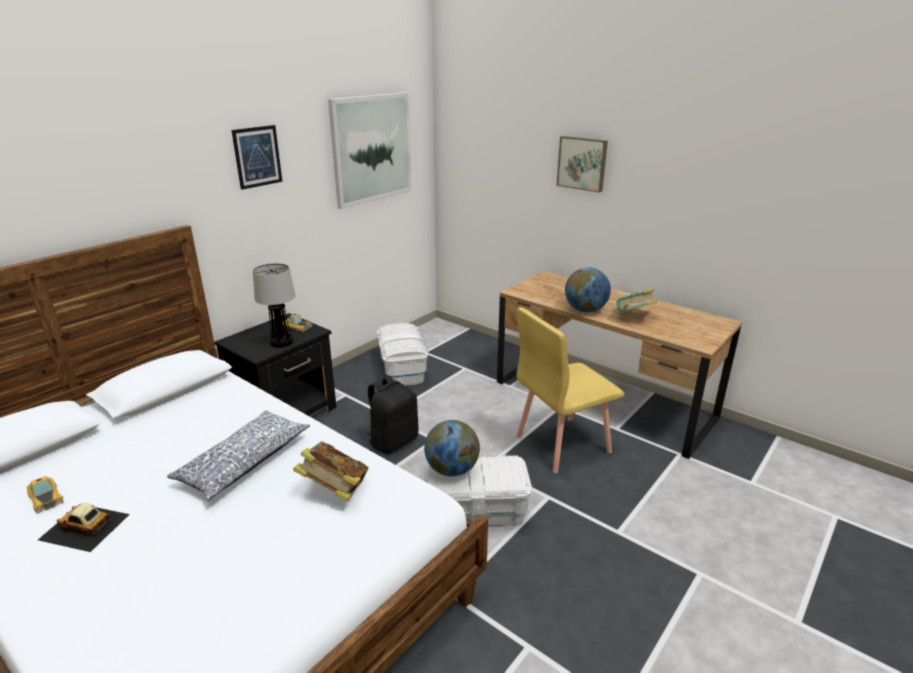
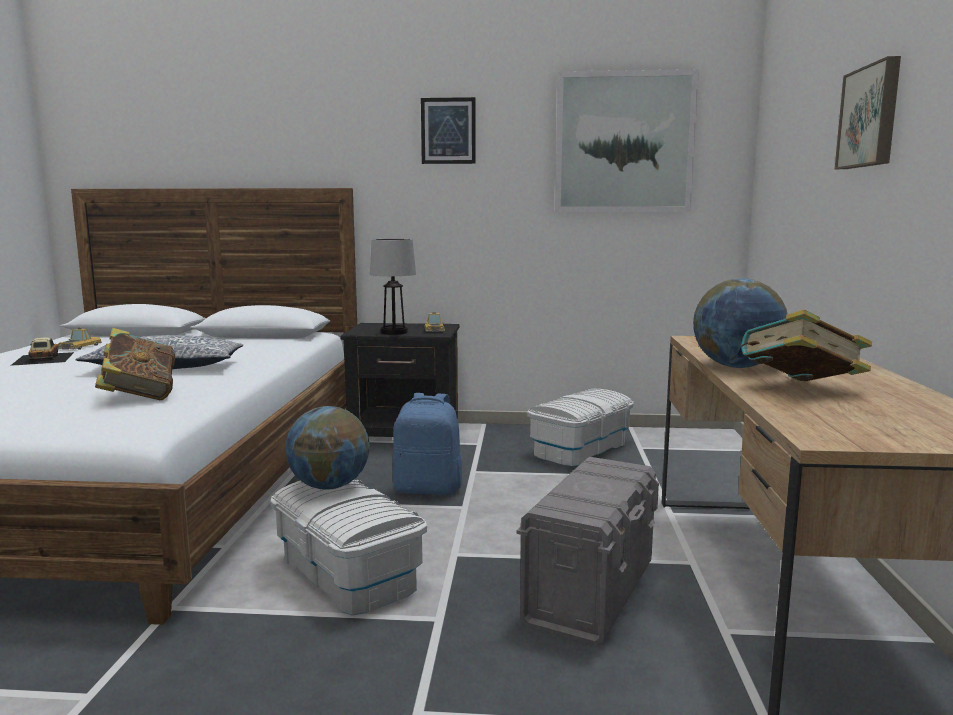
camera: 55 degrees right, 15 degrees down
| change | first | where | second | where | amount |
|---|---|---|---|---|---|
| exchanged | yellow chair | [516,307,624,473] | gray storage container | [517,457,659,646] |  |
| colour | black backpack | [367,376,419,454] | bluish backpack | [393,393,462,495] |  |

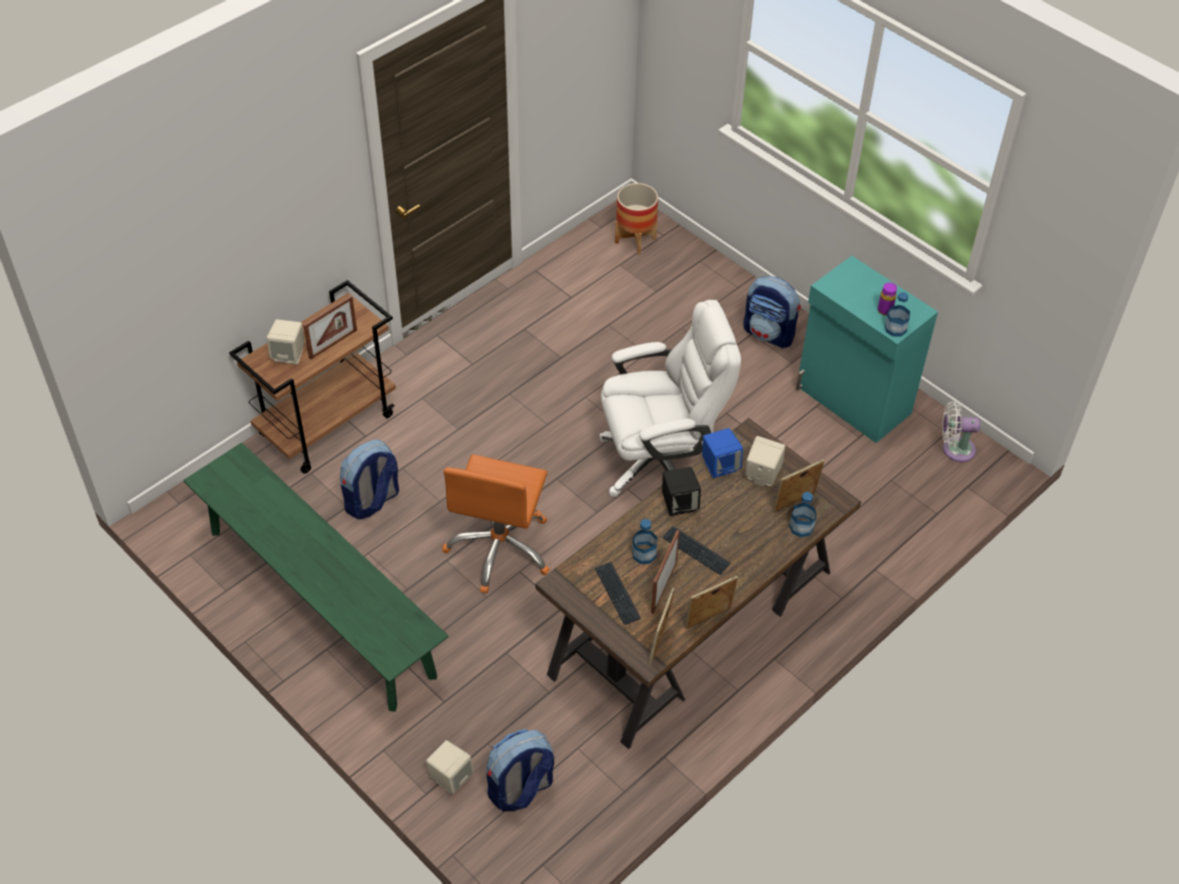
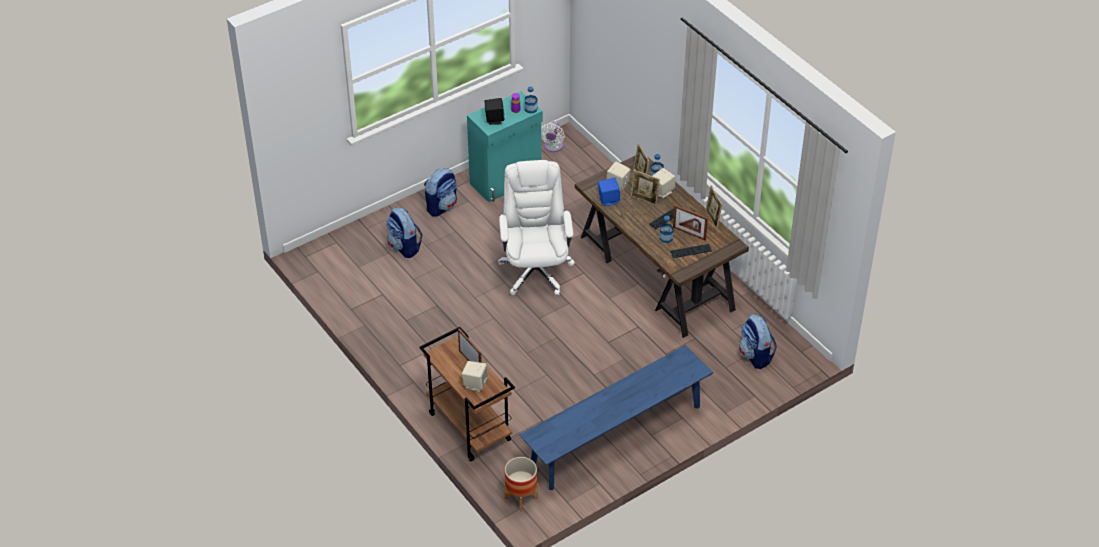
camera: 80 degrees left, 5 degrees down
| change | first | where | second | where | amount |
|---|---|---|---|---|---|
| relocated | flower pot | [615,183,658,255] |  | [504,457,538,512] |  |
| relocated | backpack | [340,439,399,519] |  | [387,207,422,258] |  |
| colour | green-coloured indoor bench | [183,443,449,712] | bluish indoor bench | [519,345,713,490] |  |
| missing | orange office chair | [442,454,550,593] |  |  |  |
| relocated | black audio speaker | [662,467,701,516] |  | [485,98,505,125] |  |
| relocated | picture frame | [648,588,675,664] |  | [631,170,660,205] |  |
| relocated | beige audio speaker | [426,740,474,794] |  | [653,168,675,198] |  |

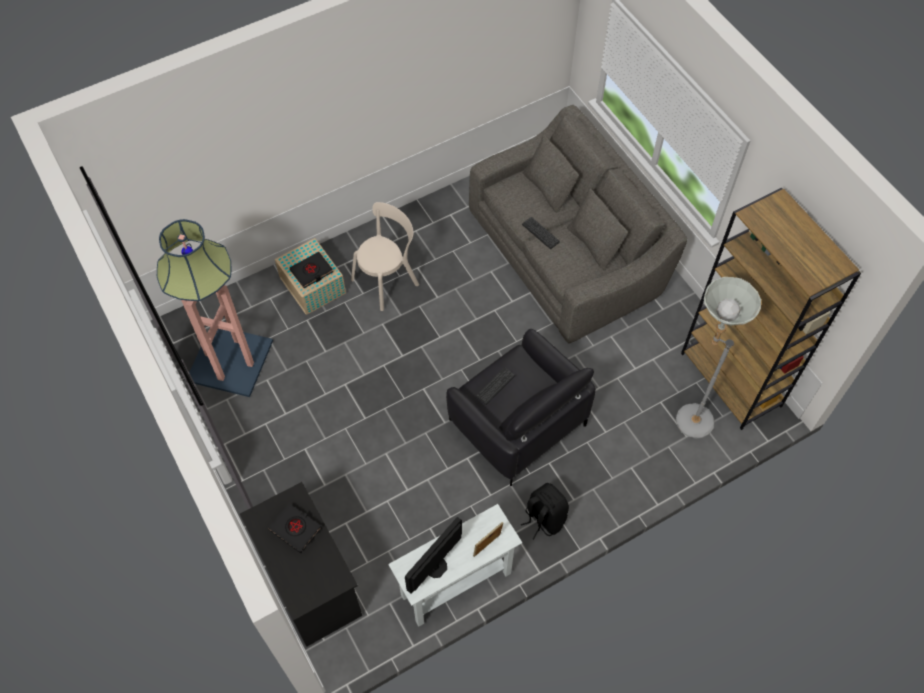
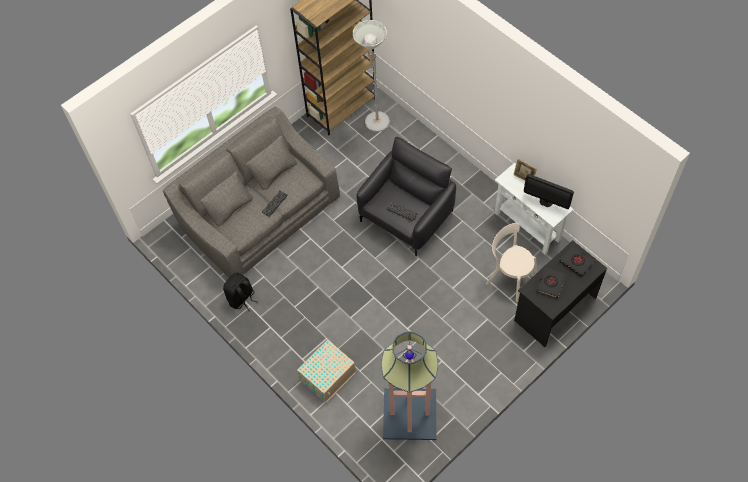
camera: 100 degrees left, 0 degrees up
| change | first | where | second | where | amount |
|---|---|---|---|---|---|
| relocated | beige chair | [351,202,419,311] |  | [486,223,537,302] |  |
| relocated | black book | [290,252,333,288] |  | [560,246,594,277] |  |
| relocated | black backpack | [521,483,569,539] |  | [223,273,258,311] |  |

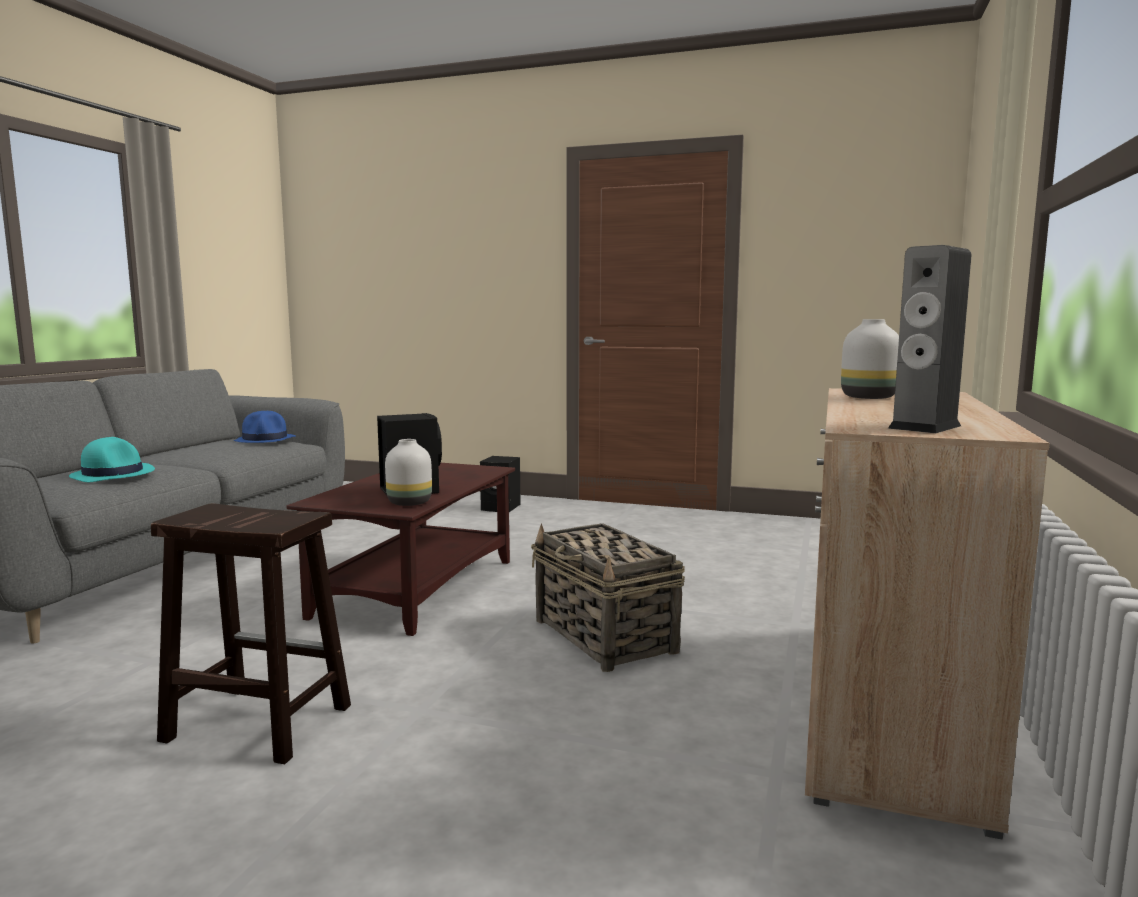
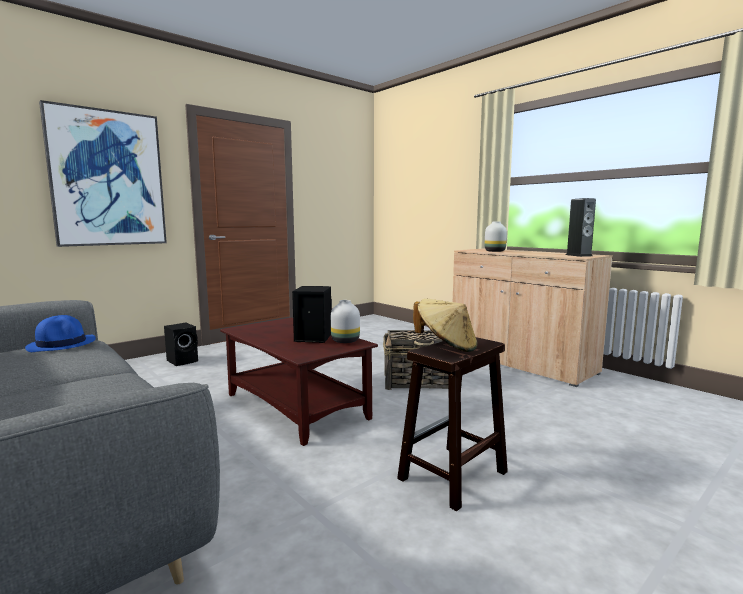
camera: 60 degrees left, 0 degrees up
| change | first | where | second | where | amount |
|---|---|---|---|---|---|
| missing | blue-green clothing hat | [69,437,155,482] |  |  |  |
| appeared |  |  | picture | [39,100,167,247] |  |
| appeared |  |  | beige clothing hat | [413,299,477,352] |  |

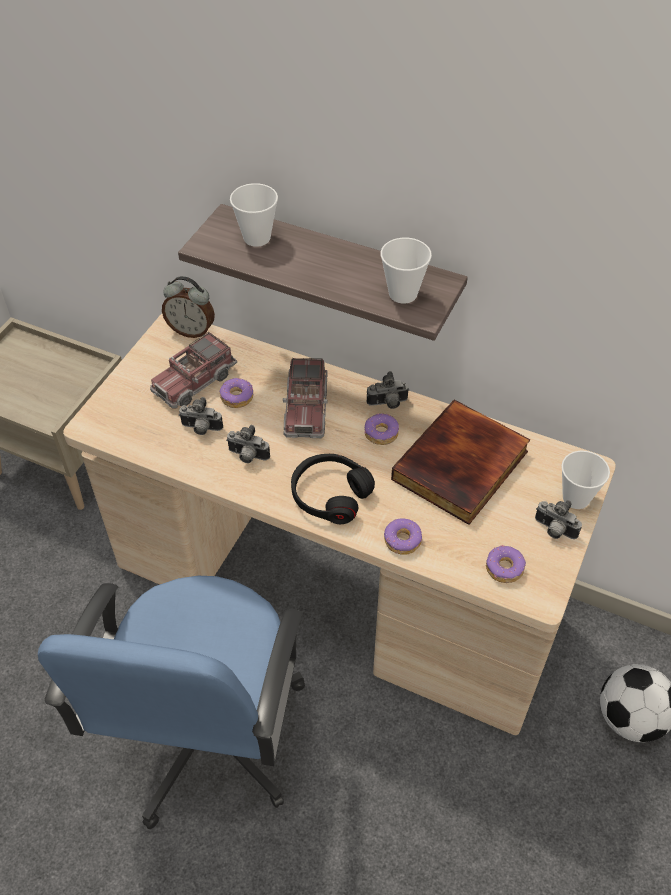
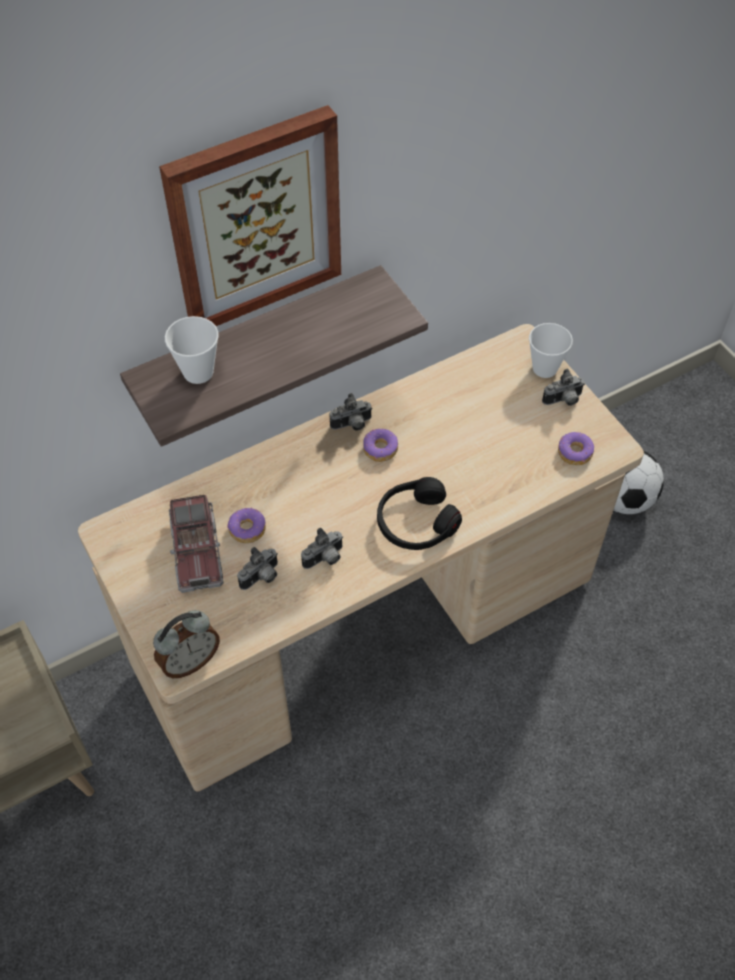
camera: 55 degrees left, 5 degrees up
| change | first | where | second | where | amount |
|---|---|---|---|---|---|
| missing | drinking cup | [380,238,432,304] |  |  |  |
| relocated | table clock | [162,276,215,338] |  | [153,610,220,678] |  |
| missing | toy truck | [283,358,328,438] |  |  |  |
| spun | still camera | [367,371,409,409] |  | [330,393,372,431] | 45 degrees clockwise |
| missing | book | [391,399,530,525] |  |  |  |
| missing | doughnut | [384,518,422,555] |  |  |  |
| missing | bluish office chair | [38,576,305,829] |  |  |  |
| appeared |  |  | picture | [159,105,341,326] |  |

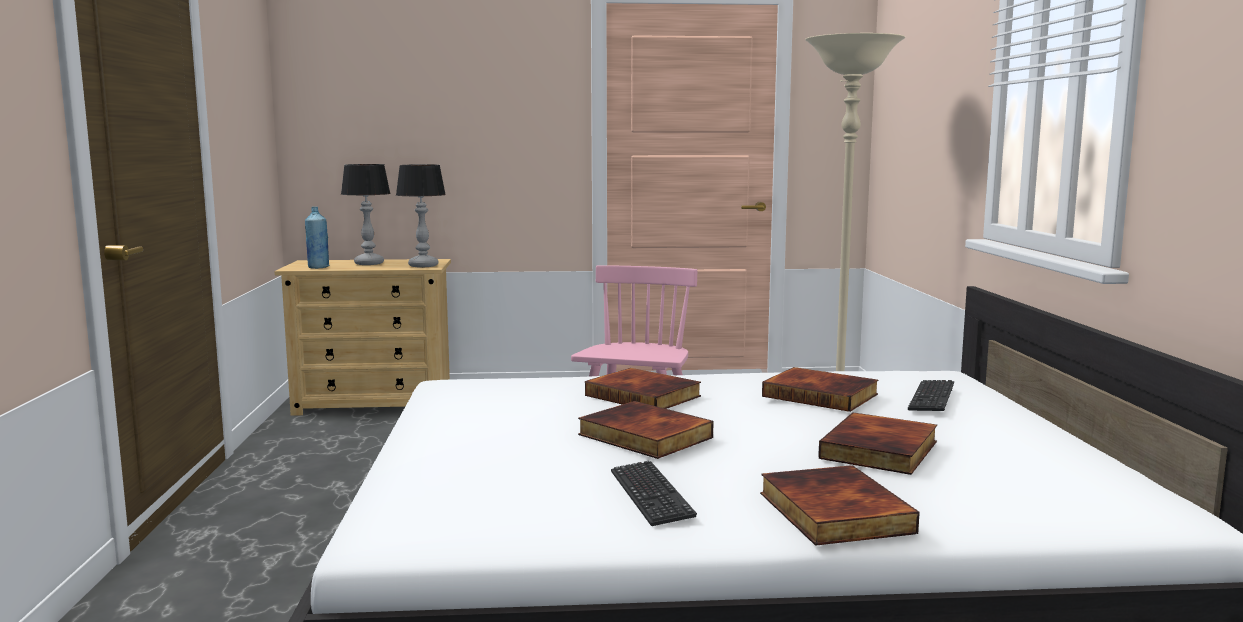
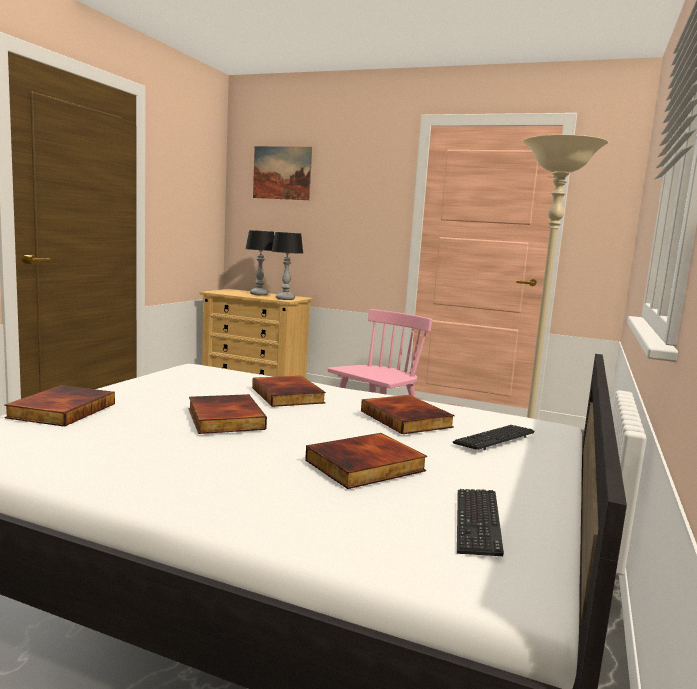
camera: 25 degrees right, 0 degrees up
| change | first | where | second | where | amount |
|---|---|---|---|---|---|
| missing | bluish bottle | [305,207,330,269] |  |  |  |
| relocated | PC keyboard | [611,461,697,526] |  | [457,489,504,556] |  |
| relocated | book | [760,465,920,546] |  | [4,385,115,427] |  |
| appeared |  |  | picture | [253,146,312,200] |  |

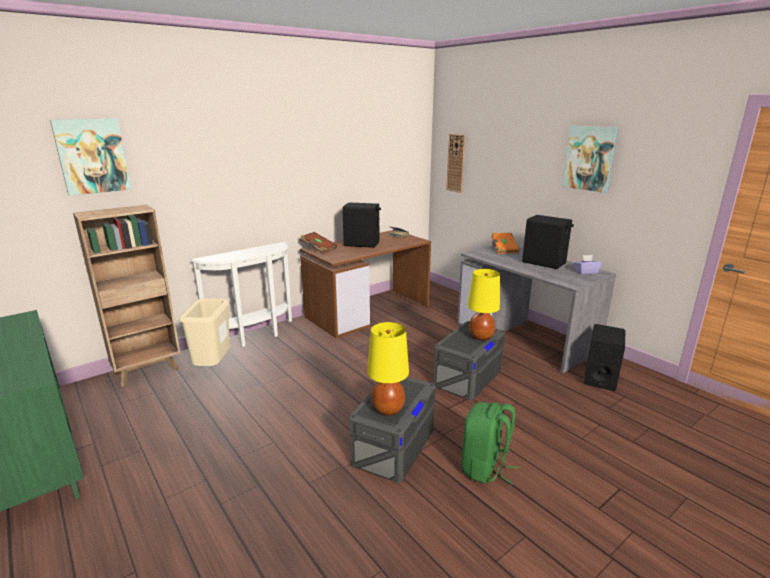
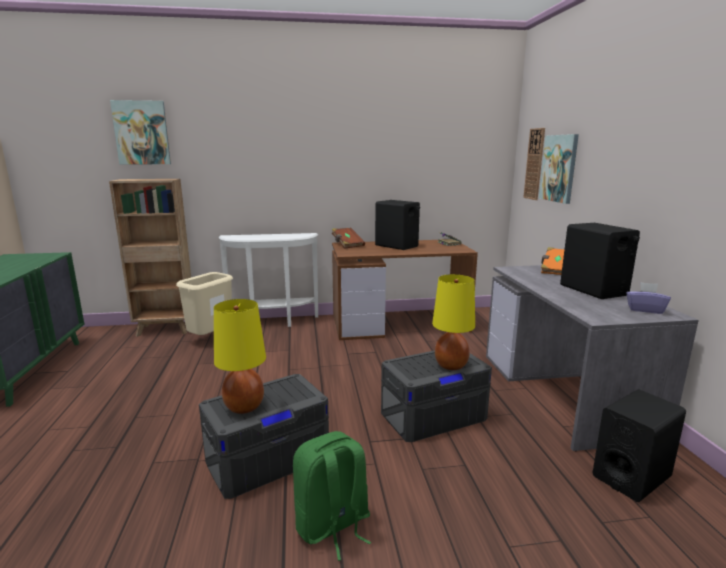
camera: 30 degrees right, 5 degrees down
| change | first | where | second | where | amount |
|---|---|---|---|---|---|
| relocated | picture | [562,125,619,193] |  | [539,134,579,204] |  |

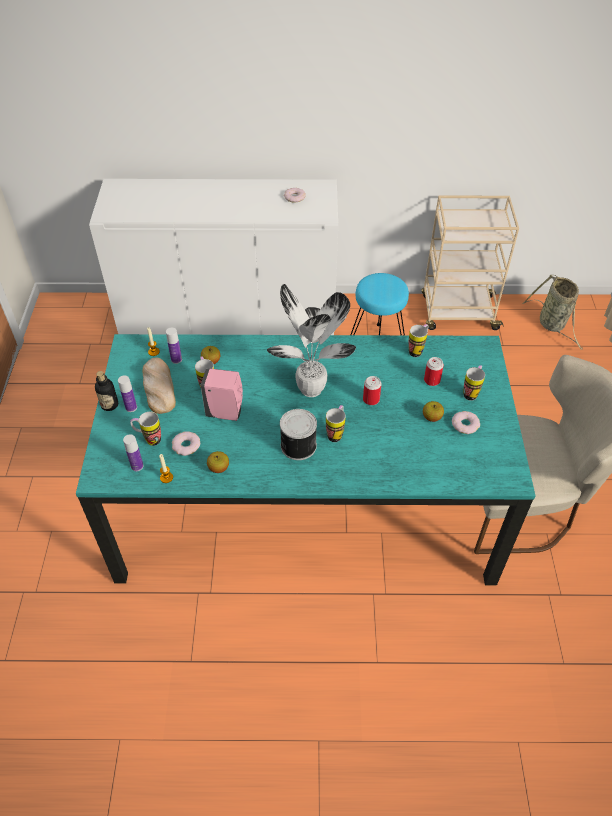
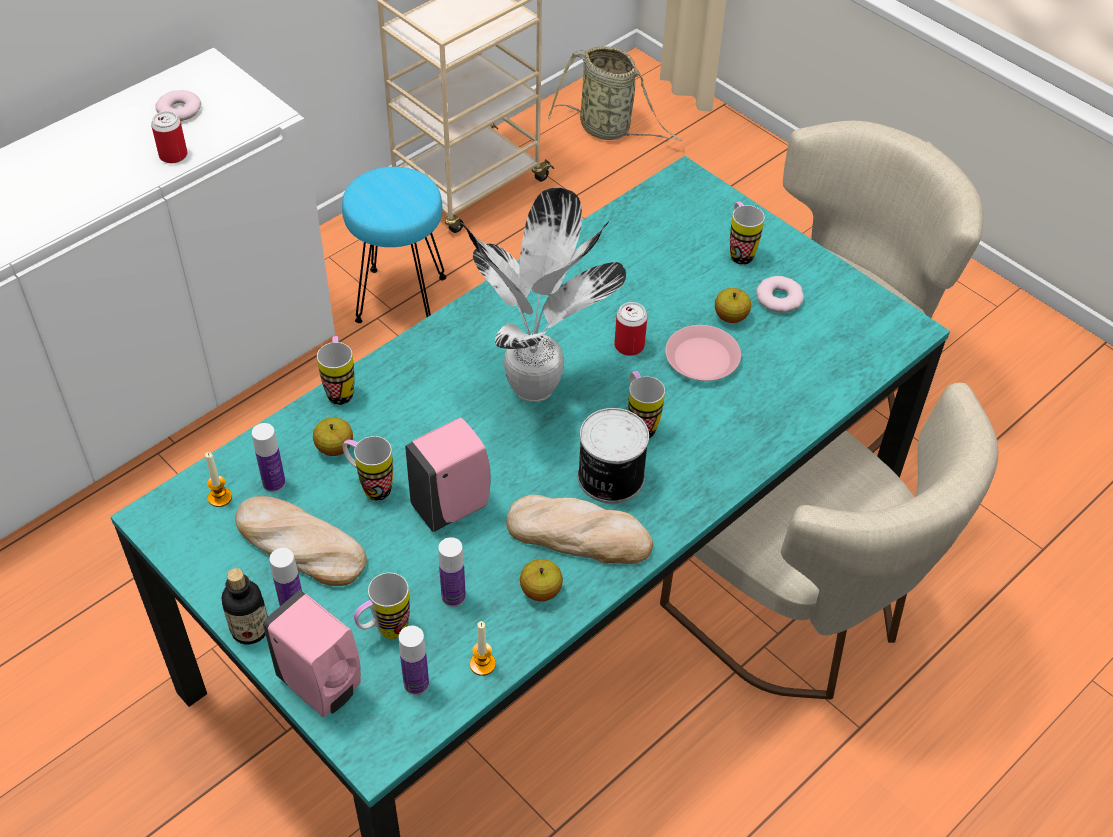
camera: 45 degrees left, 0 degrees up
| change | first | where | second | where | amount |
|---|---|---|---|---|---|
| relocated | tea mug | [408,324,429,357] |  | [317,336,354,405] |  |
| relocated | metal can | [424,357,444,386] |  | [151,111,188,163] |  |
| exchanged | doughnut | [172,431,200,456] | bottle | [438,537,466,607] |  |
| appeared |  |  | pinkish plate | [665,325,741,381] |  |
| appeared |  |  | beige chair | [660,383,999,699] |  |
| appeared |  |  | baked bread | [506,495,653,564] |  |
| appeared |  |  | pinkish liquid soap bottle | [263,591,361,717] |  |

